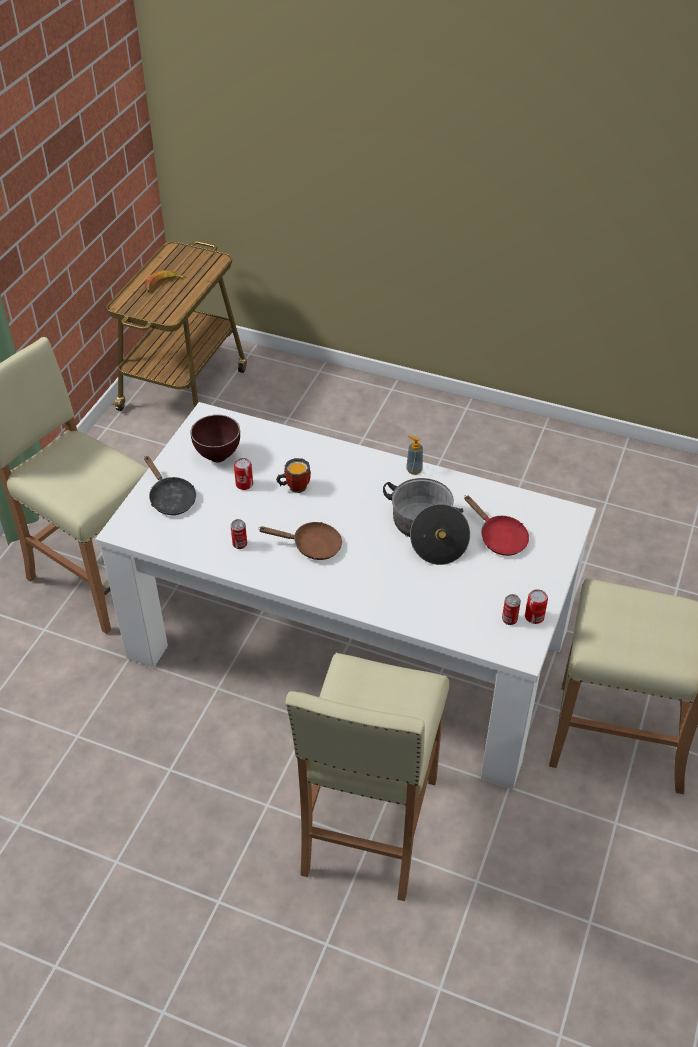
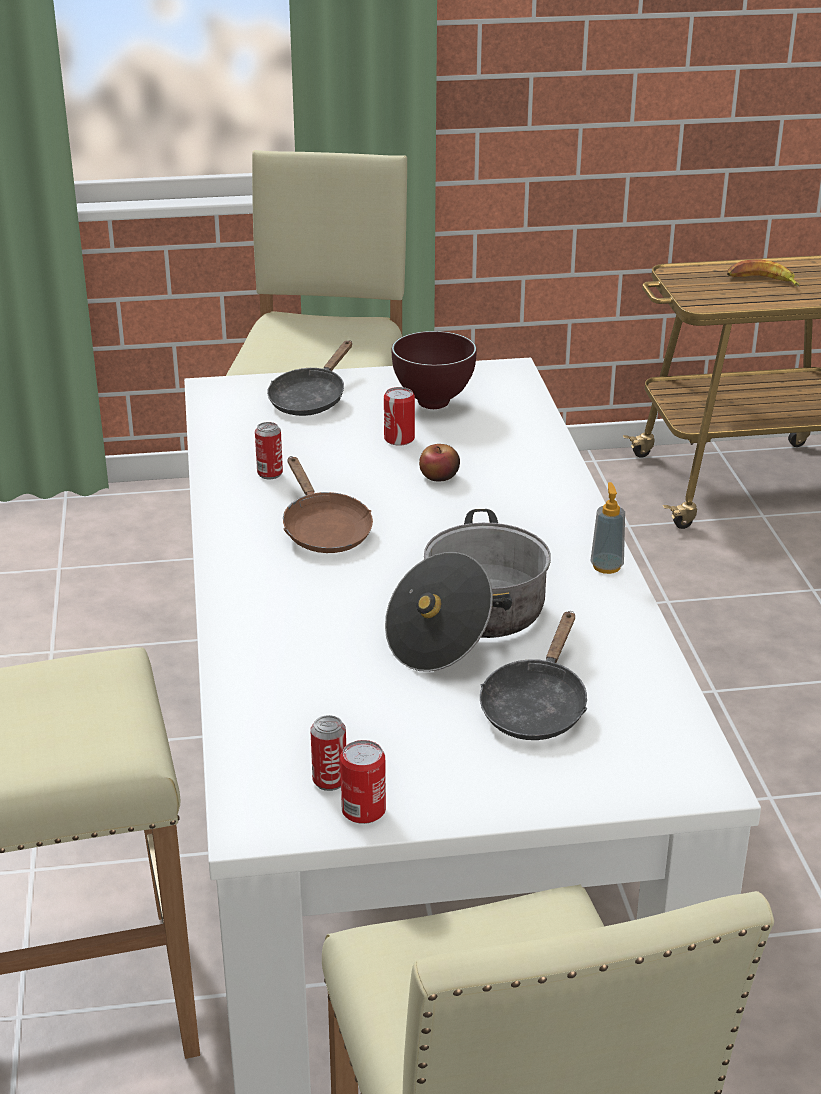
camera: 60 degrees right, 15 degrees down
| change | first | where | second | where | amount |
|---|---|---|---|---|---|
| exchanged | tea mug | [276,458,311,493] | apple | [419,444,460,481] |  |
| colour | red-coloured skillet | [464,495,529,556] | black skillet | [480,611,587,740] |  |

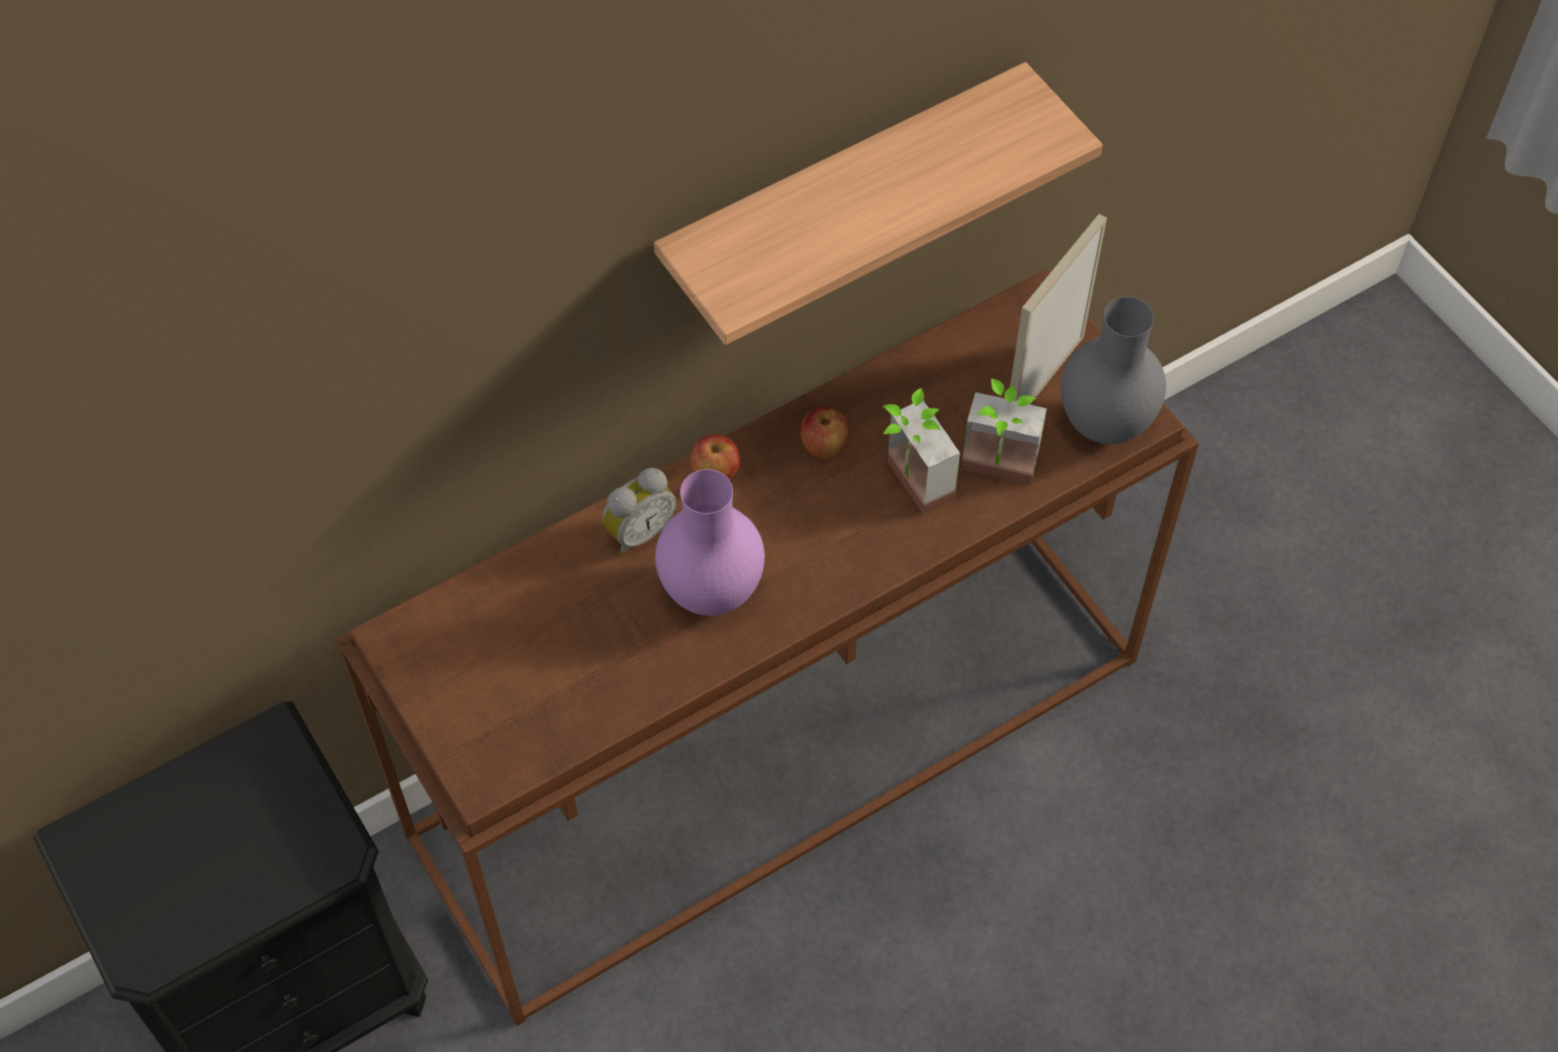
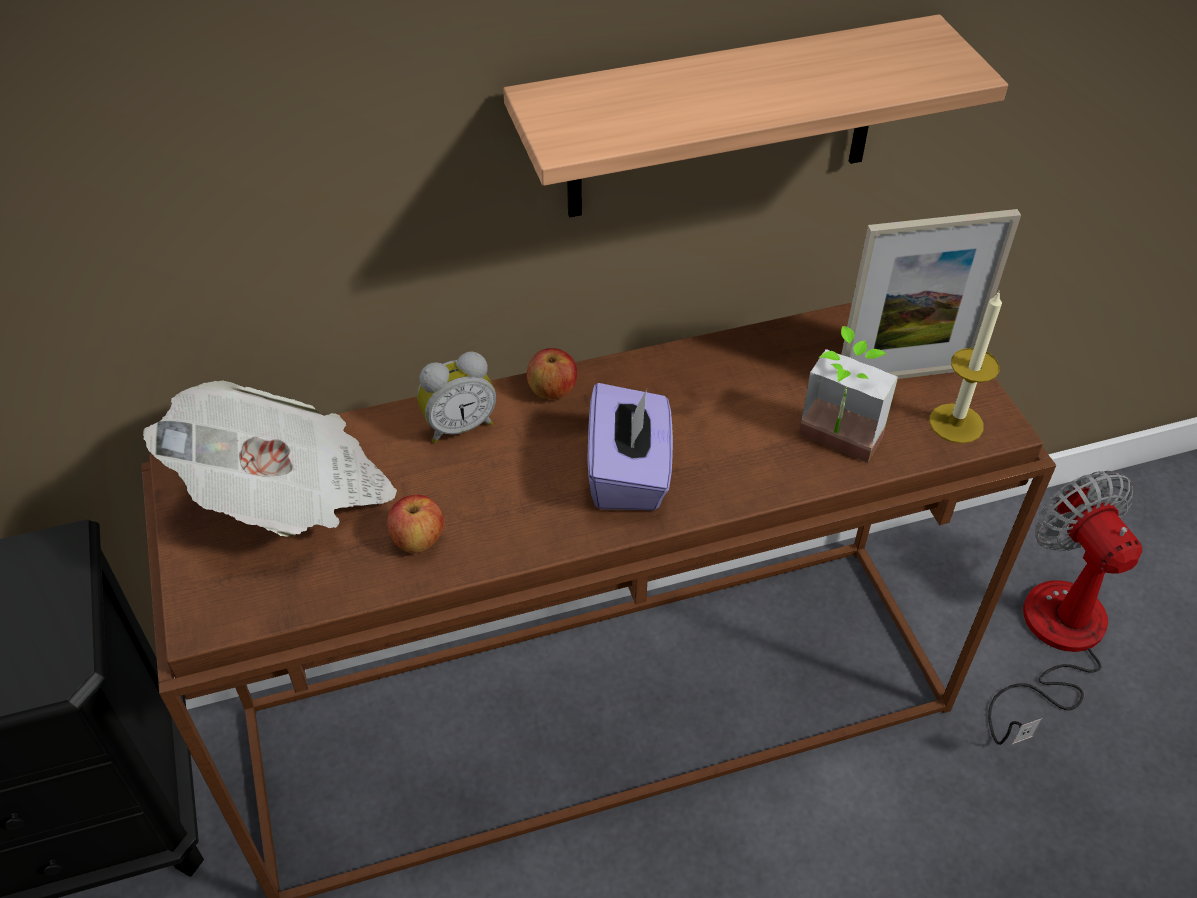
camera: 15 degrees right, 10 degrees down
| change | first | where | second | where | amount |
|---|---|---|---|---|---|
| spun | picture frame | [1010,214,1107,404] |  | [841,209,1021,379] | 150 degrees counterclockwise |
| exchanged | gray flower vase | [1061,297,1166,444] | candle | [929,292,1002,444] |  |
| missing | plant in a pot | [883,388,960,515] |  |  |  |
| relocated | apple | [800,407,848,459] |  | [387,495,444,553] |  |
| missing | purple-coloured flower vase | [655,469,765,616] |  |  |  |
| appeared |  |  | printed paper | [143,380,397,537] |  |
| appeared |  |  | purple-coloured box of tissues | [587,383,673,510] |  |
| appeared |  |  | fan | [988,471,1142,745] |  |

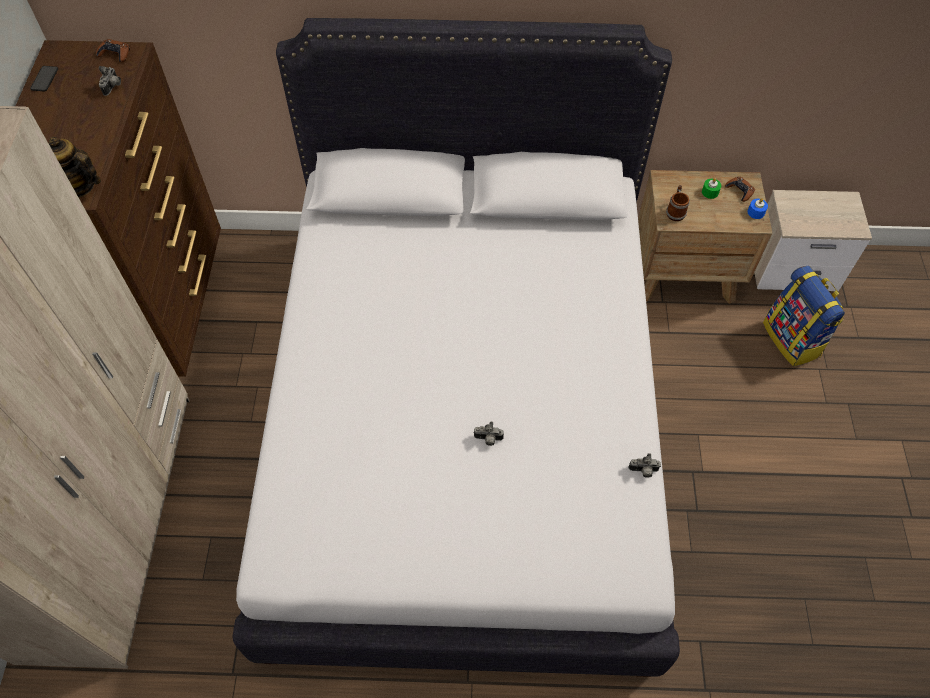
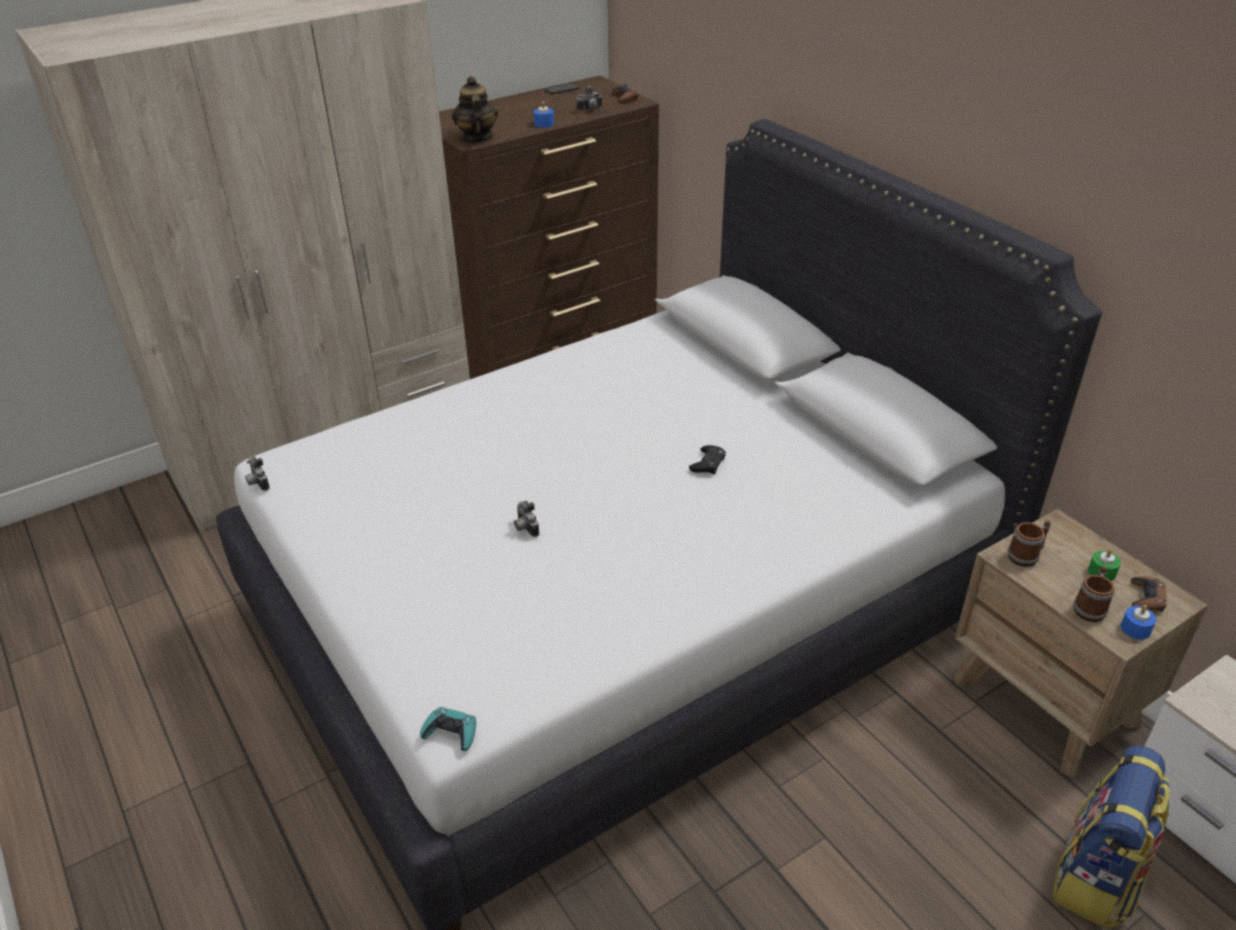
camera: 55 degrees right, 20 degrees down
| change | first | where | second | where | amount |
|---|---|---|---|---|---|
| relocated | still camera | [628,453,661,478] |  | [245,456,270,491] |  |
| appeared |  |  | bluish candle | [534,101,554,128] |  |
| appeared |  |  | black gamepad | [689,445,726,474] |  |
| appeared |  |  | tea mug | [1074,566,1115,622] |  |
| appeared |  |  | blue-green gamepad | [420,707,476,751] |  |

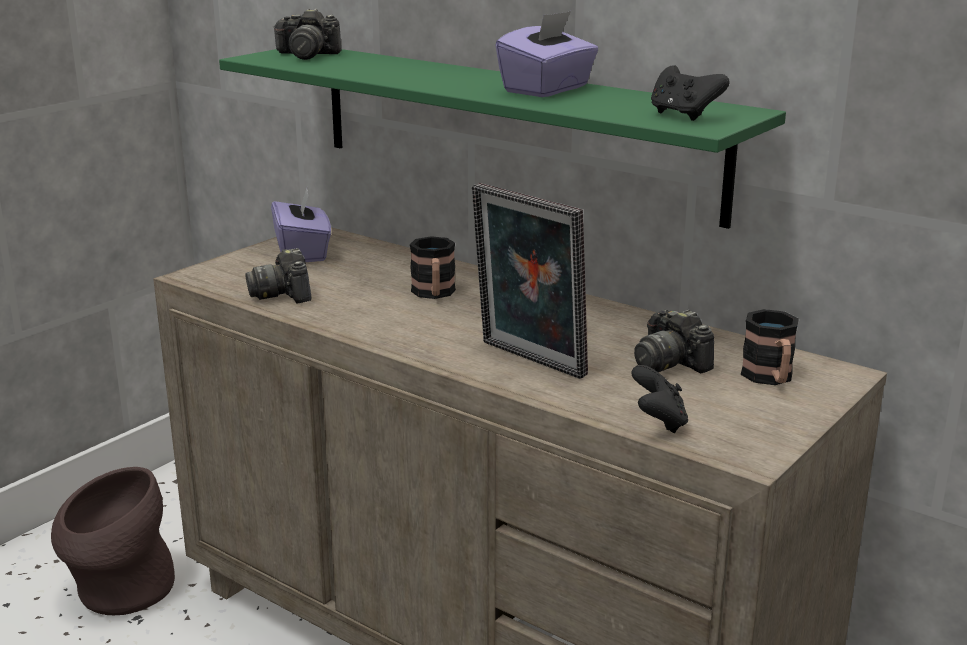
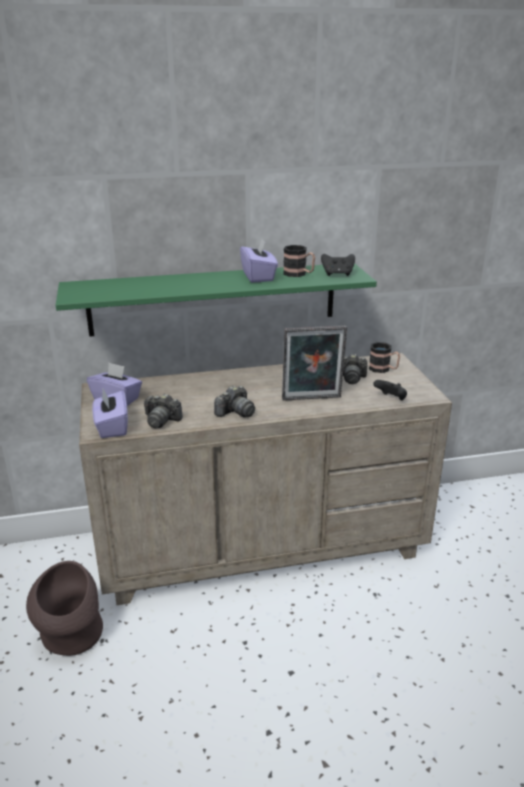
camera: 50 degrees left, 5 degrees up
| change | first | where | second | where | amount |
|---|---|---|---|---|---|
| relocated | still camera | [273,8,341,60] |  | [214,386,255,418] |  |
| relocated | tea mug | [410,236,456,299] |  | [283,245,315,277] |  |
| appeared |  |  | purple-coloured box of tissues | [92,389,128,438] |  |

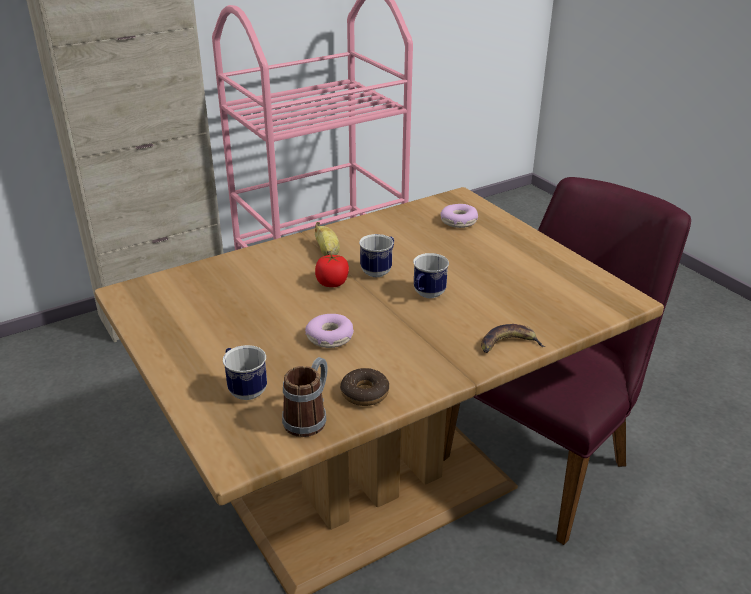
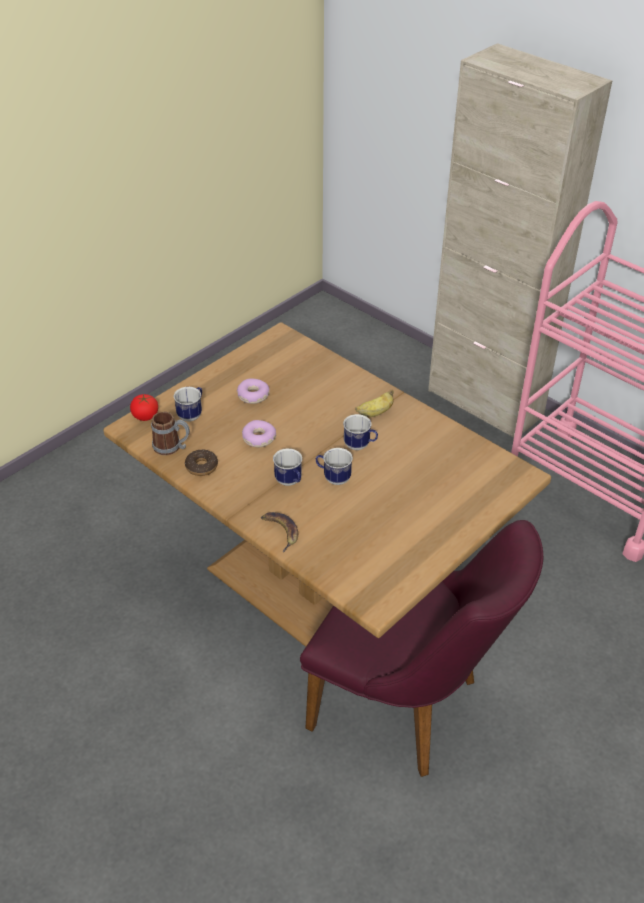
camera: 75 degrees right, 10 degrees up
| change | first | where | second | where | amount |
|---|---|---|---|---|---|
| relocated | doughnut | [440,204,478,228] |  | [237,379,270,404] |  |
| relocated | fresh tomato | [315,254,349,287] |  | [130,394,158,421] |  |
| appeared |  |  | tea mug | [273,448,302,486] |  |

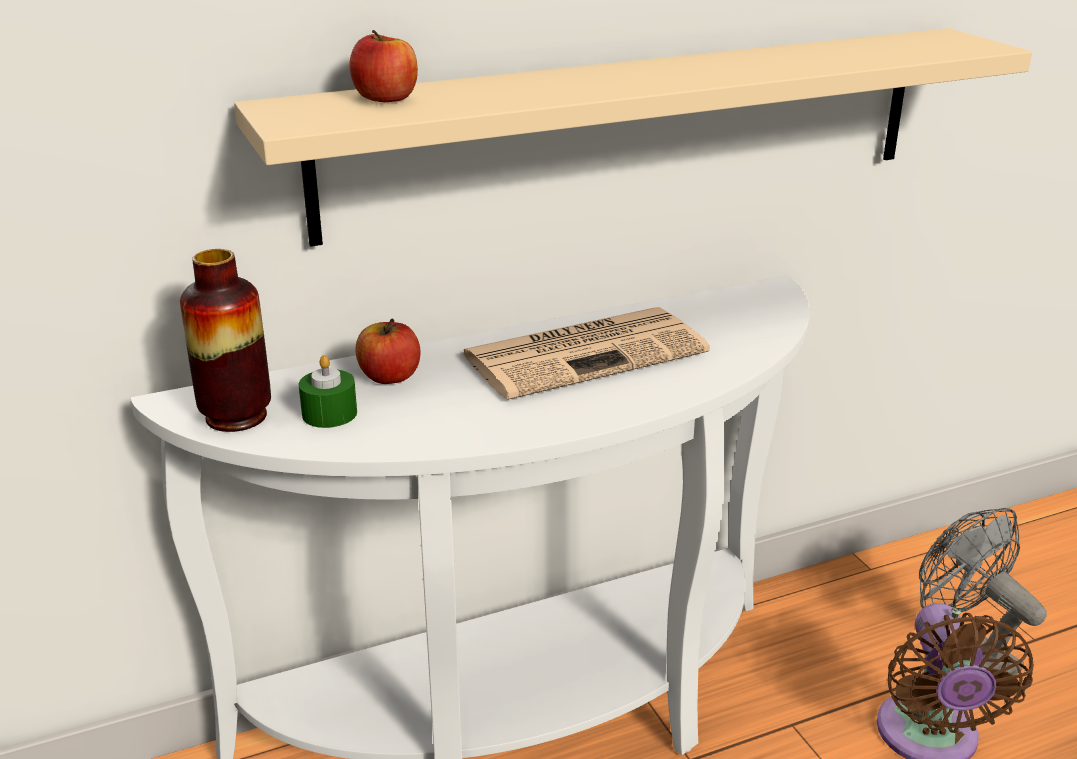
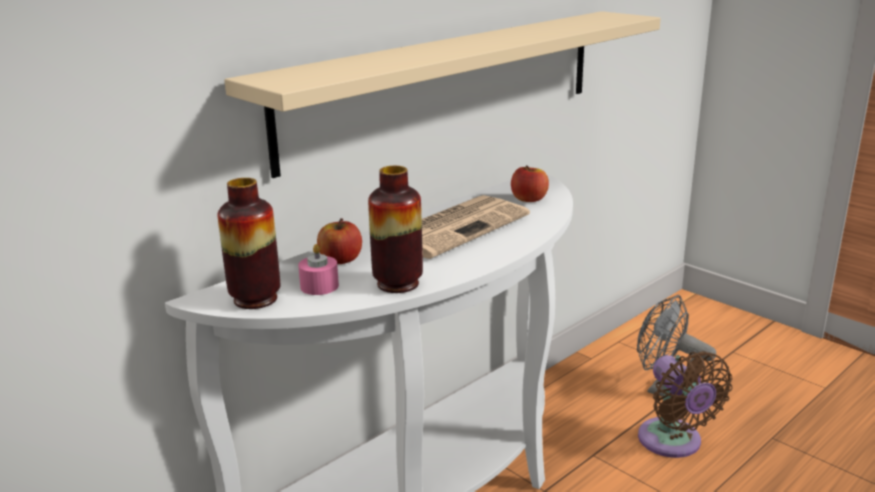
camera: 20 degrees left, 5 degrees down
| change | first | where | second | where | amount |
|---|---|---|---|---|---|
| relocated | apple | [349,30,418,102] |  | [511,166,549,202] |  |
| colour | green-coloured candle | [299,355,357,428] | pinkish candle | [298,244,339,295] |  |
| appeared |  |  | flower vase | [368,166,423,293] |  |

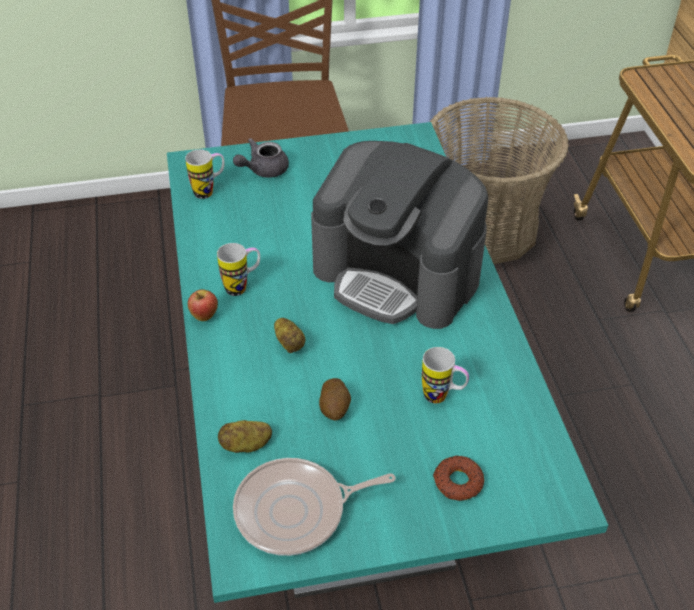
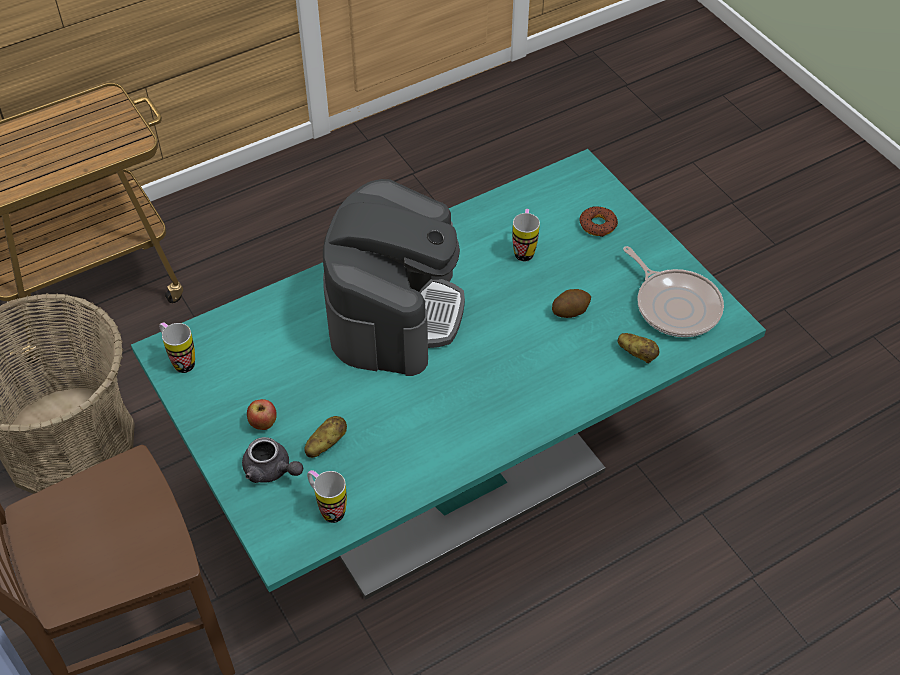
camera: 110 degrees left, 5 degrees up
| change | first | where | second | where | amount |
|---|---|---|---|---|---|
| relocated | tea mug | [217,243,260,296] |  | [159,322,195,373] |  |
| relocated | apple | [188,289,218,321] |  | [247,399,277,430] |  |
| relocated | potato | [274,318,305,353] |  | [304,416,347,458] |  |

